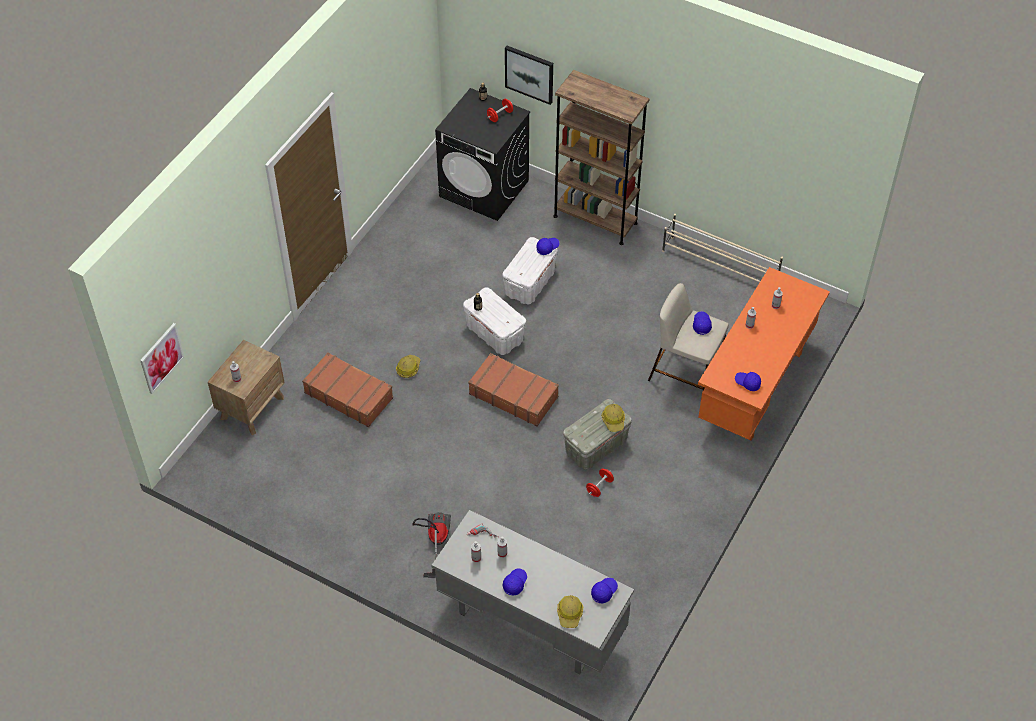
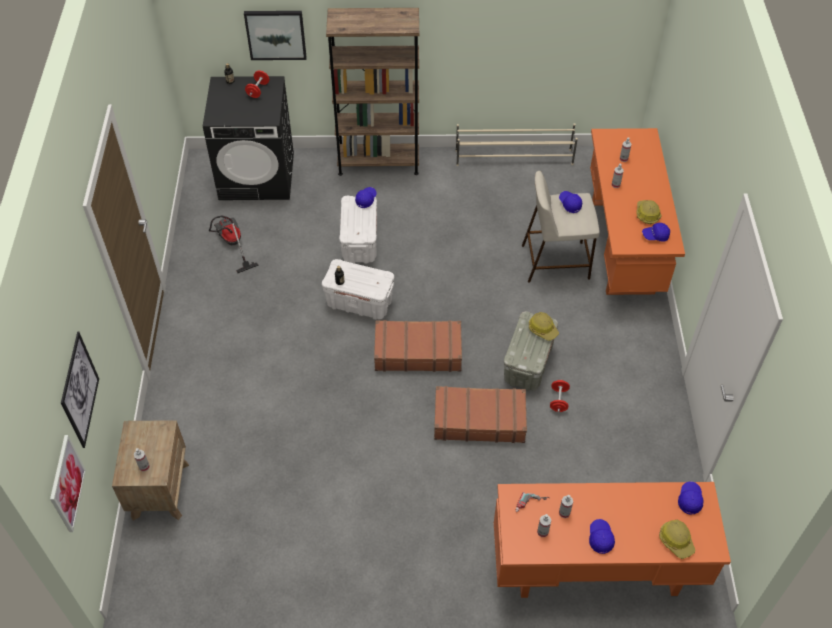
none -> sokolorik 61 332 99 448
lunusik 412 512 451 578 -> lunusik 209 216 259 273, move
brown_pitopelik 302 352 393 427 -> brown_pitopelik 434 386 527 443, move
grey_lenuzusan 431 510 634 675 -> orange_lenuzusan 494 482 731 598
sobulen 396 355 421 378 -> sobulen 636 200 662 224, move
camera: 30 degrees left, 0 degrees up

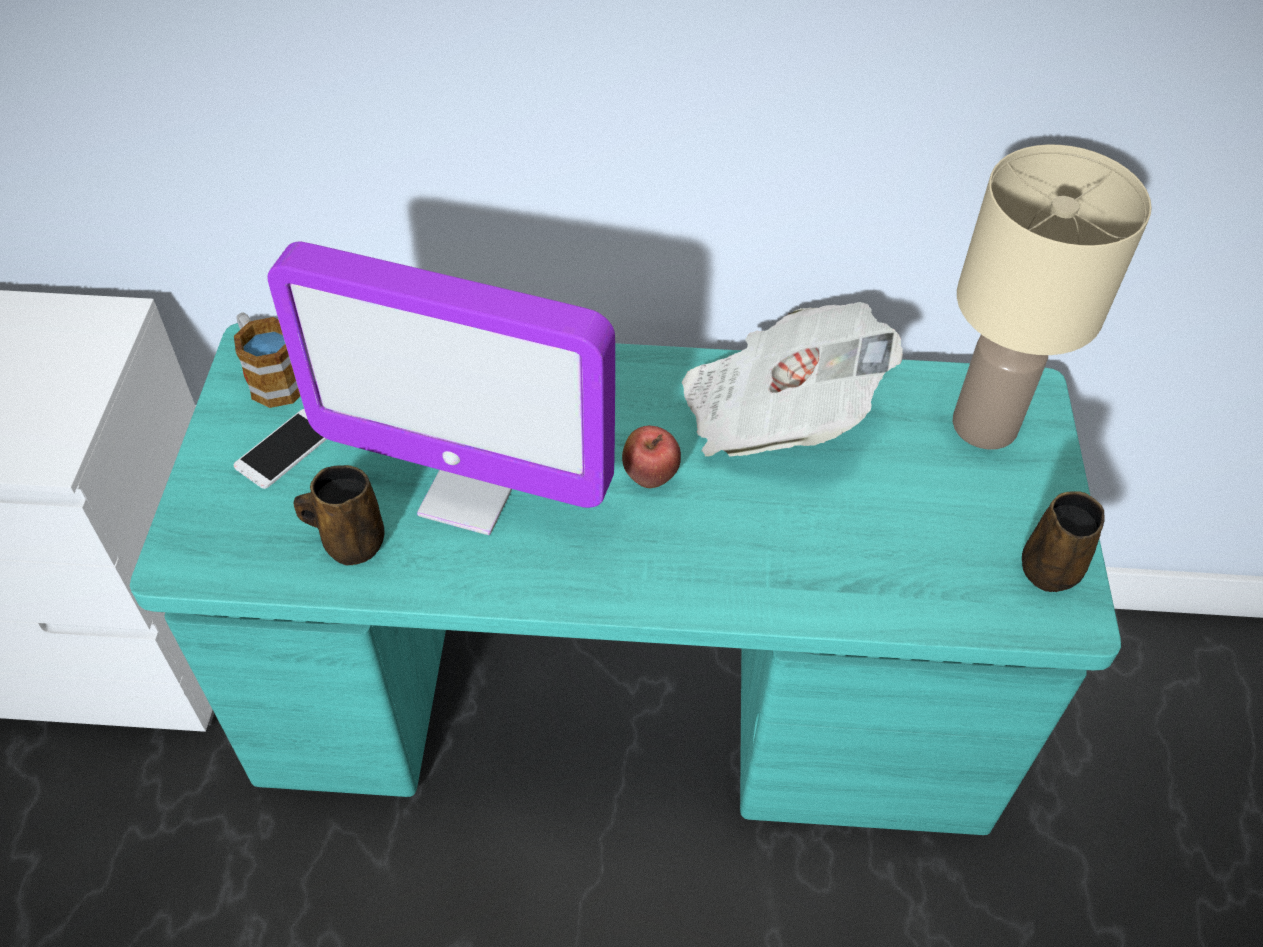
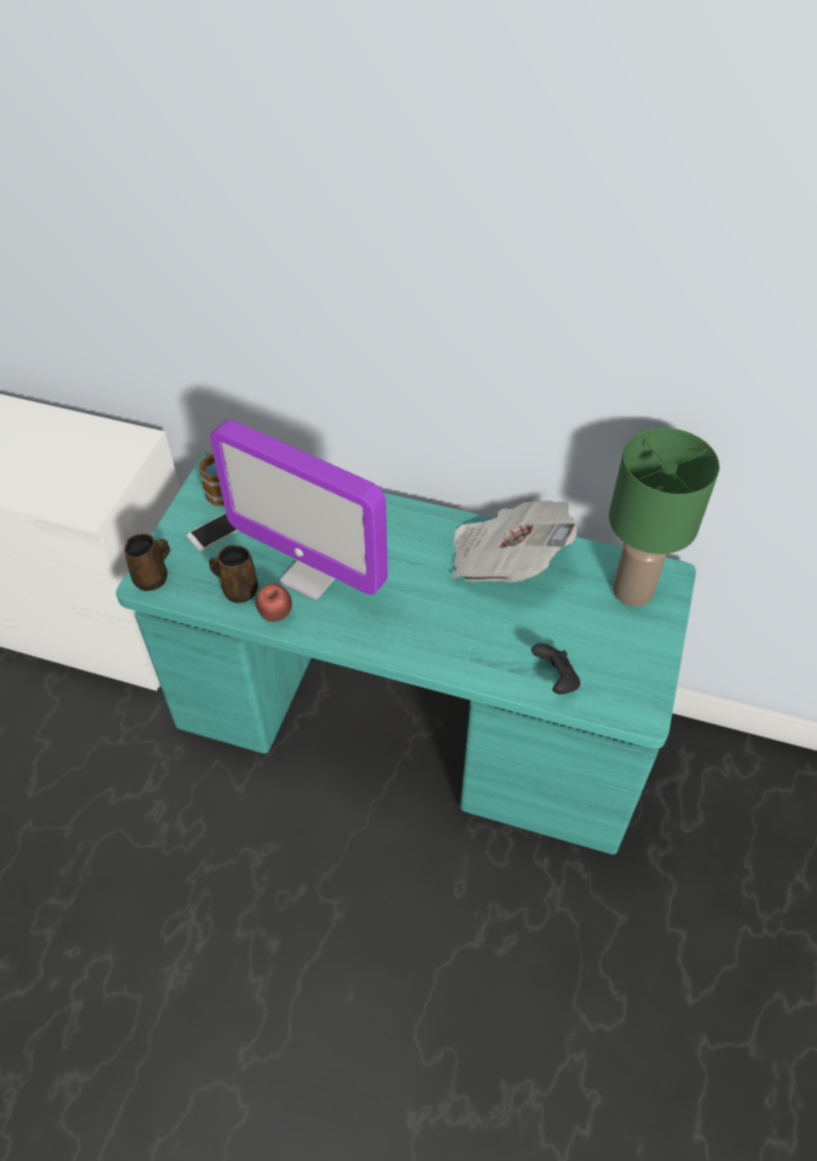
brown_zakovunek 1022 491 1105 592 -> brown_zakovunek 124 533 170 591, move
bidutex 622 426 681 488 -> bidutex 256 584 292 622, move
none -> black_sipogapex 531 643 580 694
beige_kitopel 953 145 1152 450 -> green_kitopel 609 428 720 606
camera: 15 degrees right, 0 degrees up

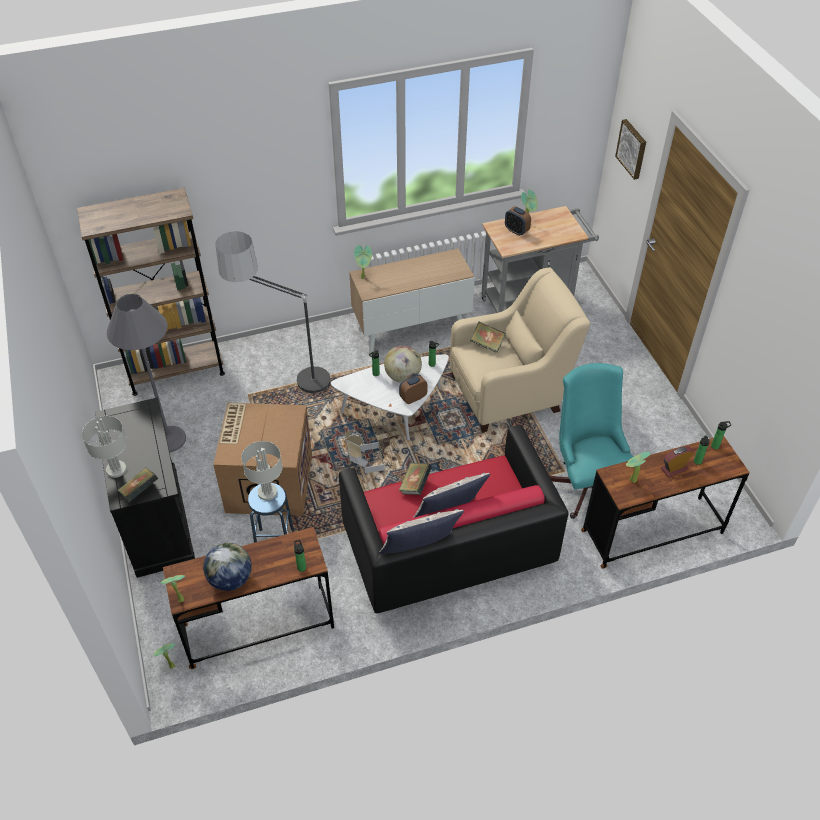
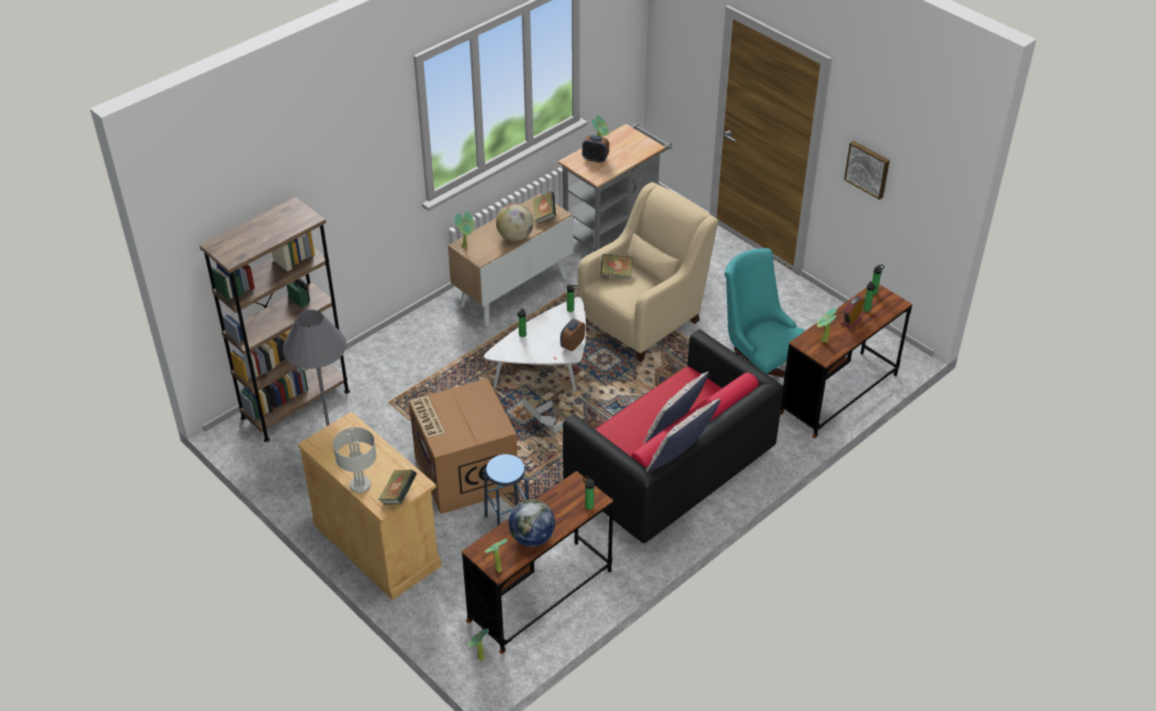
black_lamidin 95 397 195 578 -> beige_lamidin 298 411 442 600
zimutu 384 345 422 383 -> zimutu 496 203 534 241, move
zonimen 399 463 432 495 -> zonimen 533 191 556 224, move
sokolorik 615 119 646 180 -> sokolorik 844 141 890 200, move
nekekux 216 231 331 393 -> none
grey_kitopel 241 441 282 500 -> none
camera: 25 degrees left, 5 degrees down

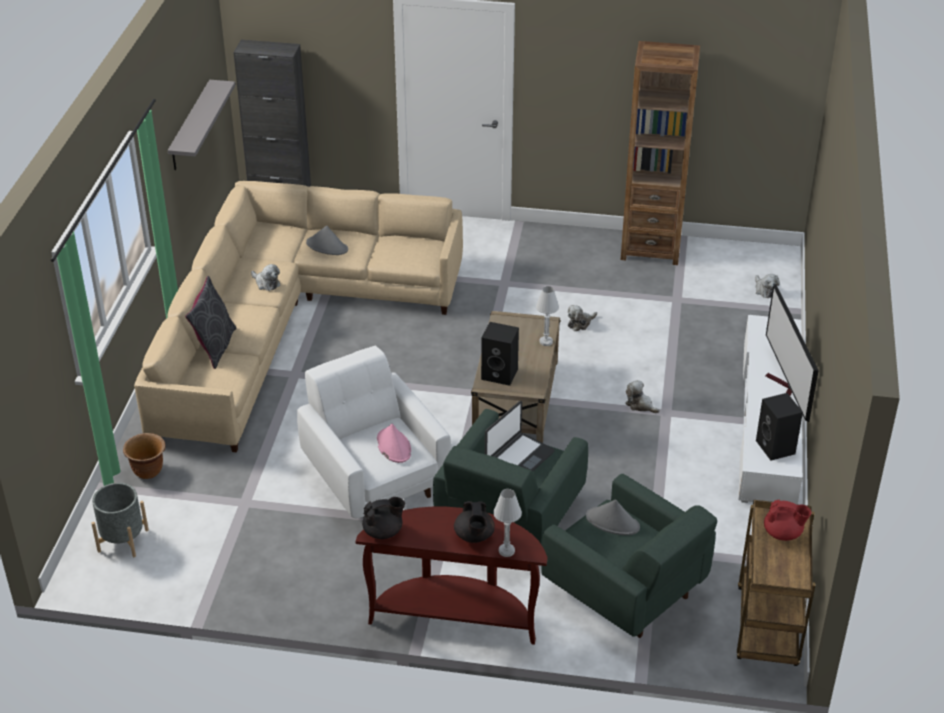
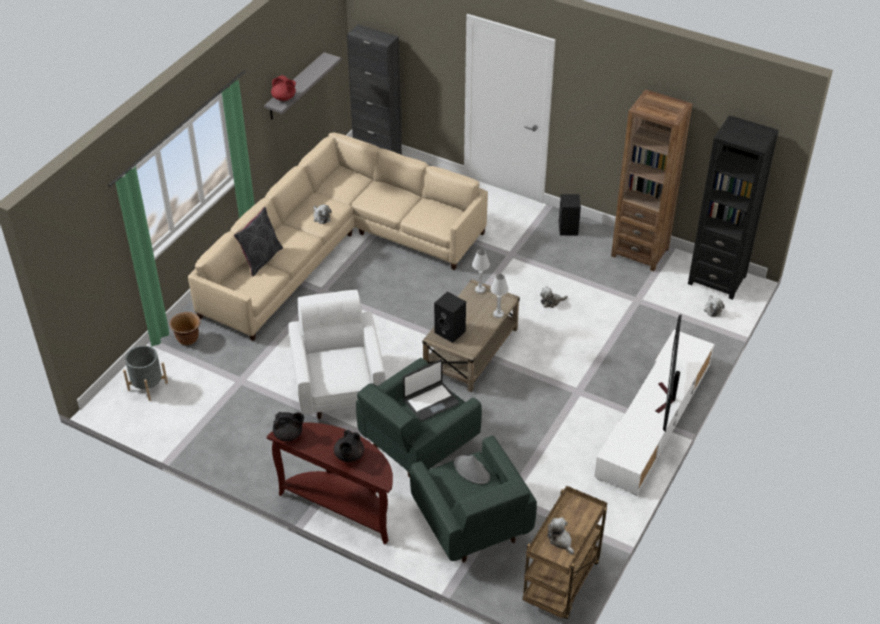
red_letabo 764 500 811 541 -> red_letabo 271 75 296 101, move
white_kitopel 493 489 522 557 -> white_kitopel 472 249 490 293, move
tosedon 625 380 660 413 -> tosedon 548 517 574 555, move
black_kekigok 756 393 803 460 -> black_kekigok 559 194 581 236, move
none -> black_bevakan 688 115 779 300
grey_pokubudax 306 225 348 255 -> none
pink_pokubudax 377 424 411 463 -> none
camera: 20 degrees right, 5 degrees up

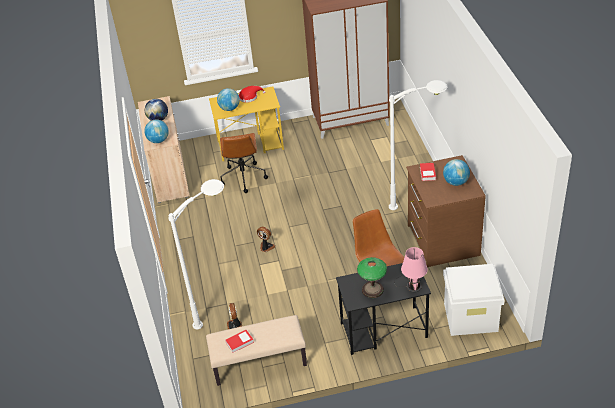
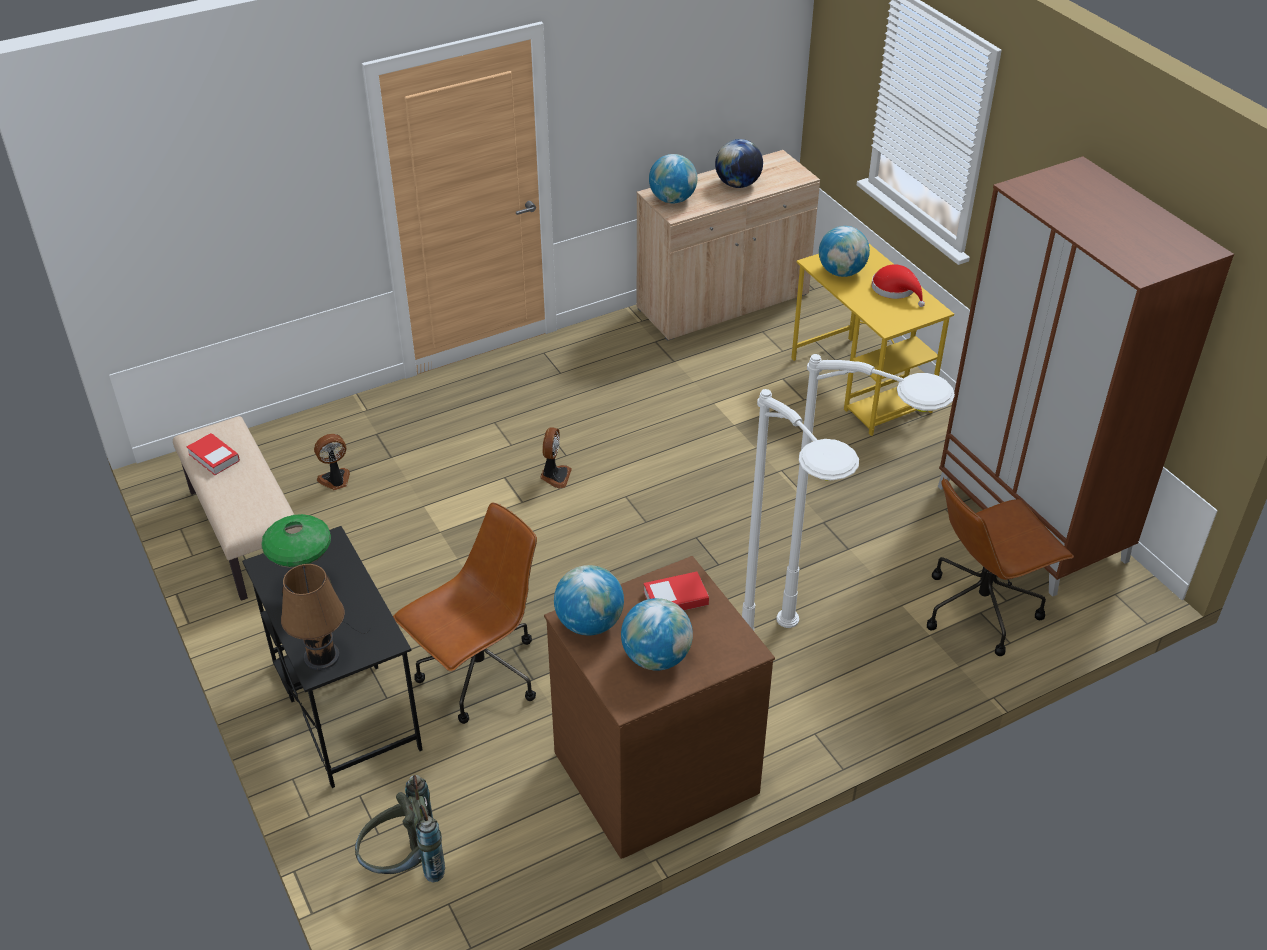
pink_kitopel 394 247 428 292 -> brown_kitopel 281 564 370 670
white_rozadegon 443 264 505 336 -> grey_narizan 355 775 445 883
none -> zimutu 554 565 624 636
white_nekekux 168 179 224 329 -> white_nekekux 776 354 955 628, move
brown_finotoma 220 133 268 193 -> brown_finotoma 927 477 1074 656, move
camera: 70 degrees right, 0 degrees up

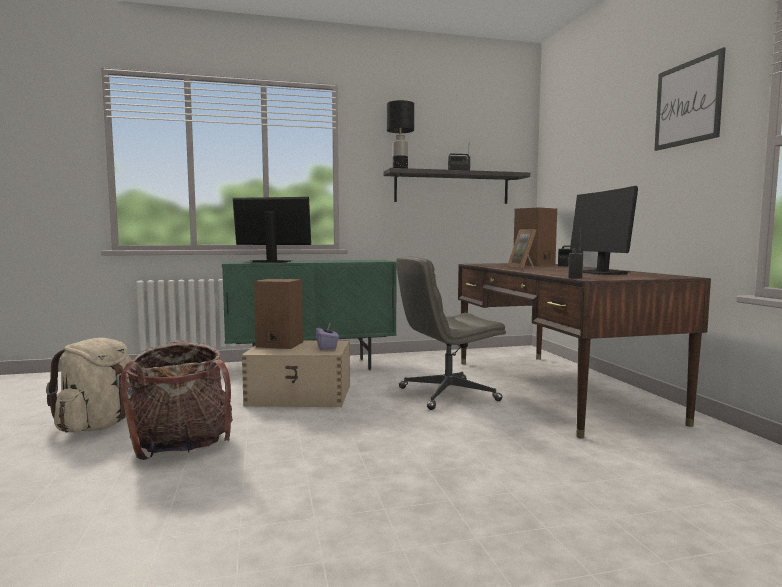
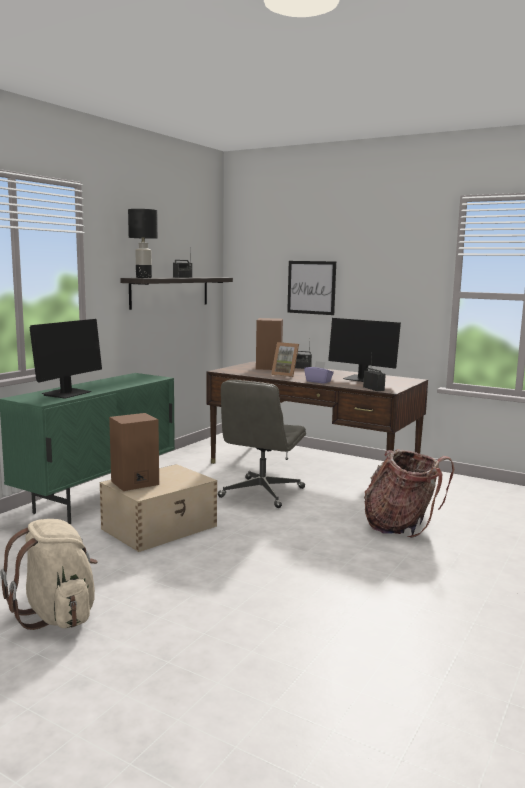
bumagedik 233 197 311 263 -> bumagedik 30 319 102 399, 150 degrees clockwise
sokolorik 654 47 726 151 -> sokolorik 287 261 336 315, move
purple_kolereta 316 323 339 350 -> purple_kolereta 304 361 334 384, move
narizan 120 340 233 460 -> narizan 364 449 454 538, move
camera: 45 degrees left, 5 degrees up

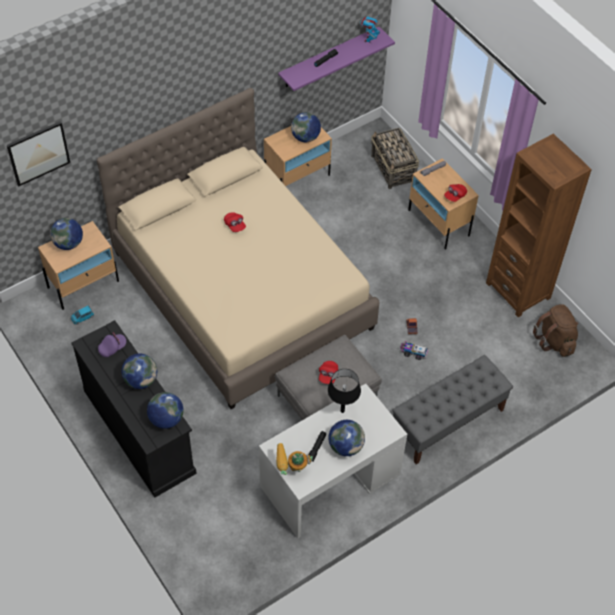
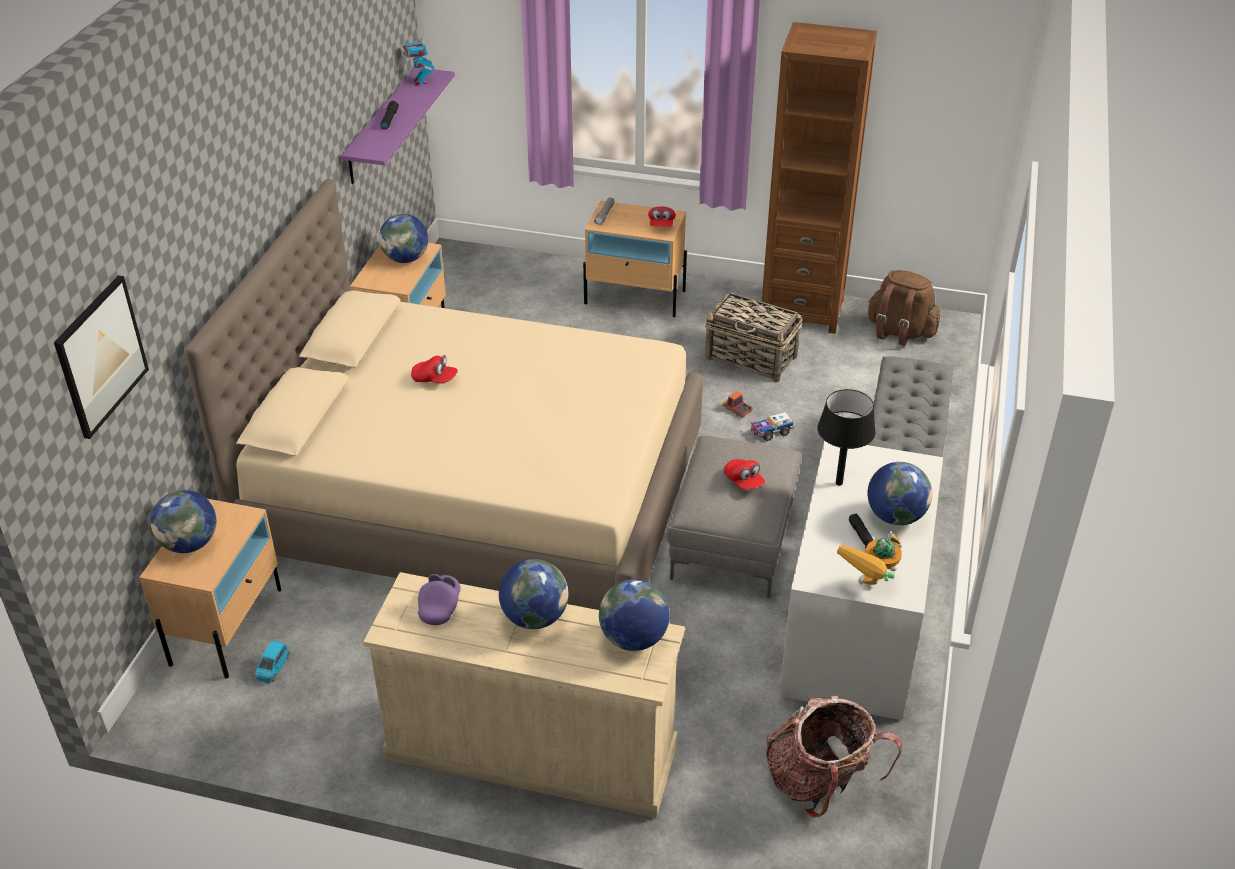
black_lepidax 71 320 197 498 -> beige_lepidax 363 572 685 818
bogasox 371 128 419 189 -> bogasox 705 292 803 382, move
none -> narizan 766 696 902 818
camera: 40 degrees left, 15 degrees down

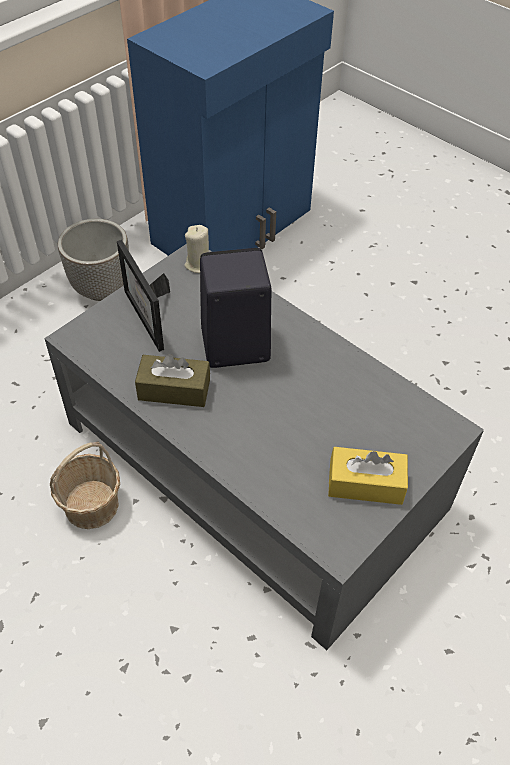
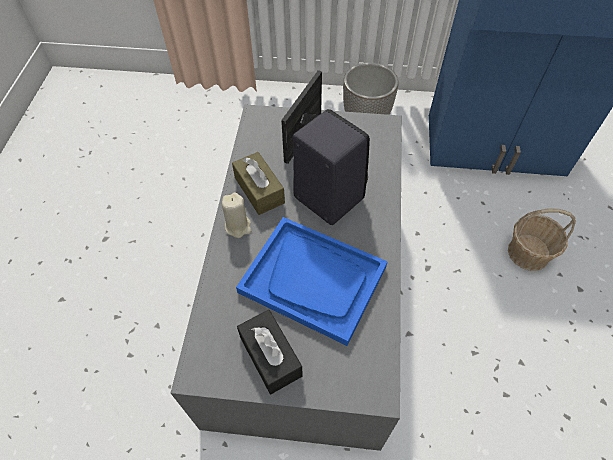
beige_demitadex 184 225 209 273 -> beige_demitadex 221 193 252 238, move
none -> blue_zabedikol 236 217 388 346
yellow_kolereta 328 447 408 505 -> black_kolereta 237 310 303 394
bogasox 50 442 120 529 -> bogasox 508 208 576 271, move
camera: 55 degrees right, 5 degrees up

